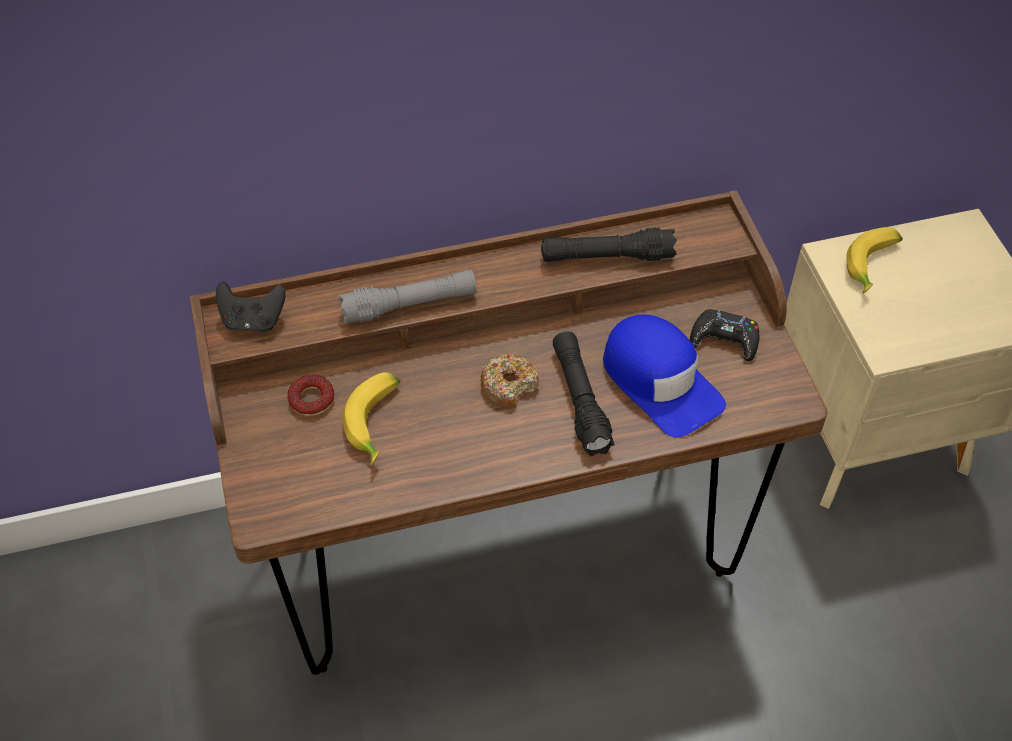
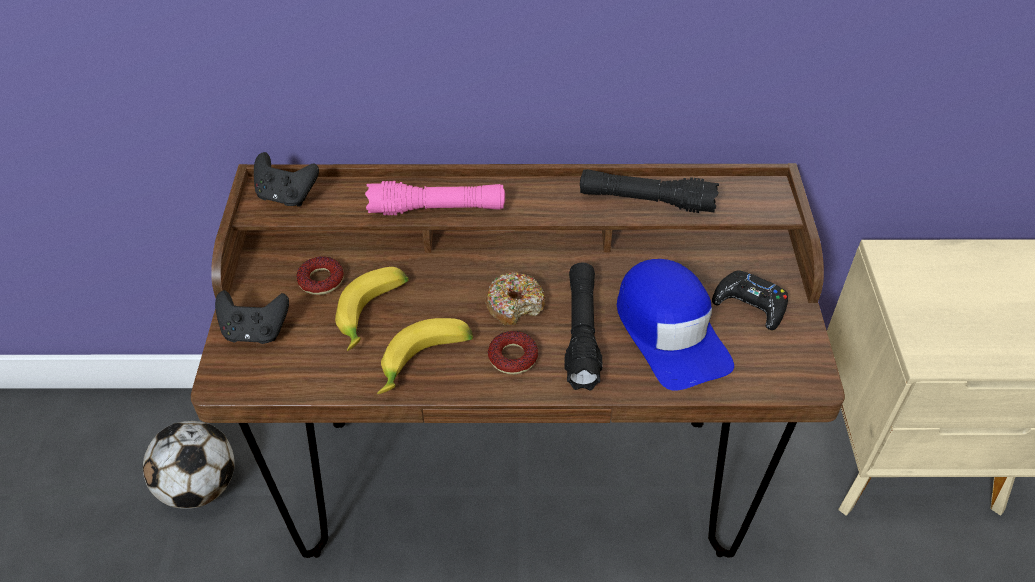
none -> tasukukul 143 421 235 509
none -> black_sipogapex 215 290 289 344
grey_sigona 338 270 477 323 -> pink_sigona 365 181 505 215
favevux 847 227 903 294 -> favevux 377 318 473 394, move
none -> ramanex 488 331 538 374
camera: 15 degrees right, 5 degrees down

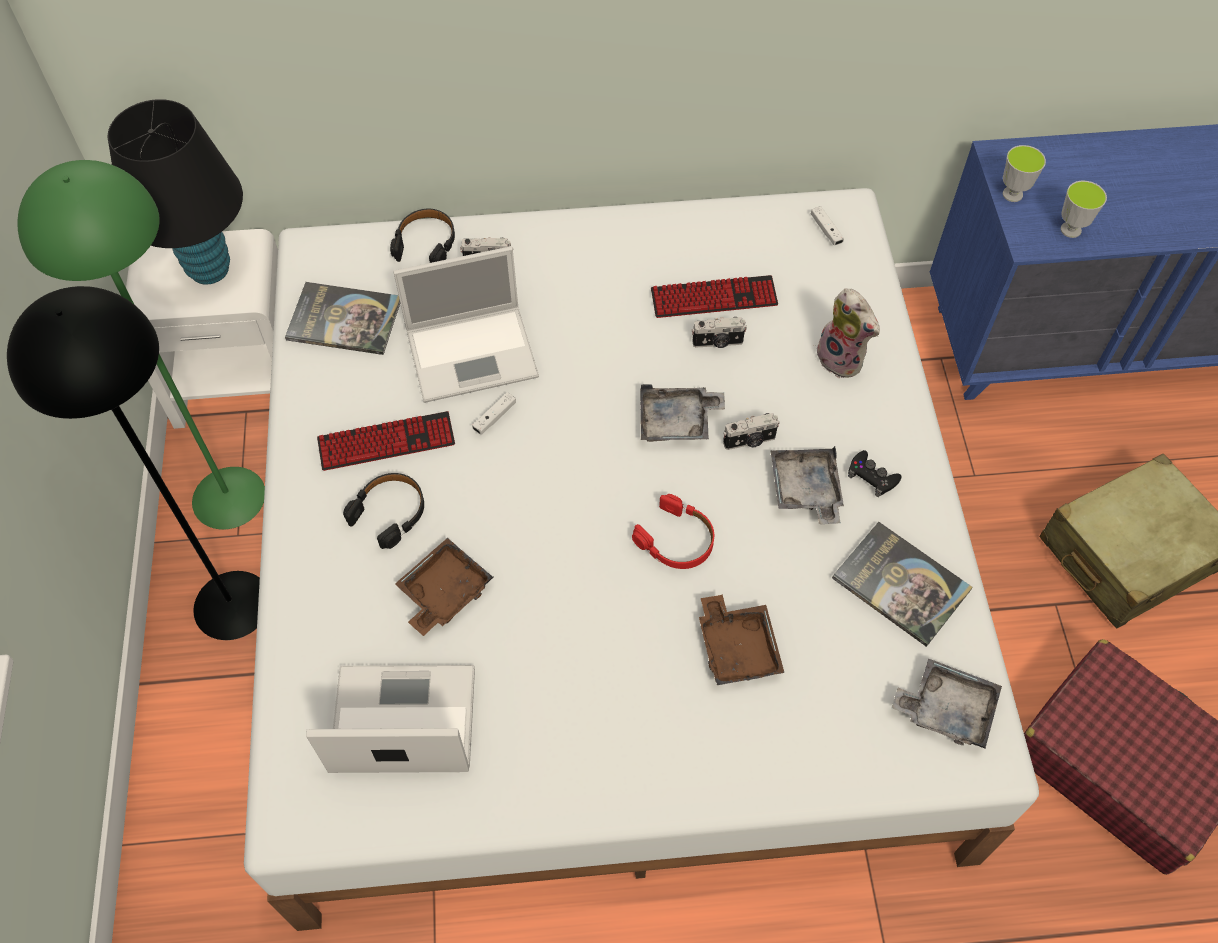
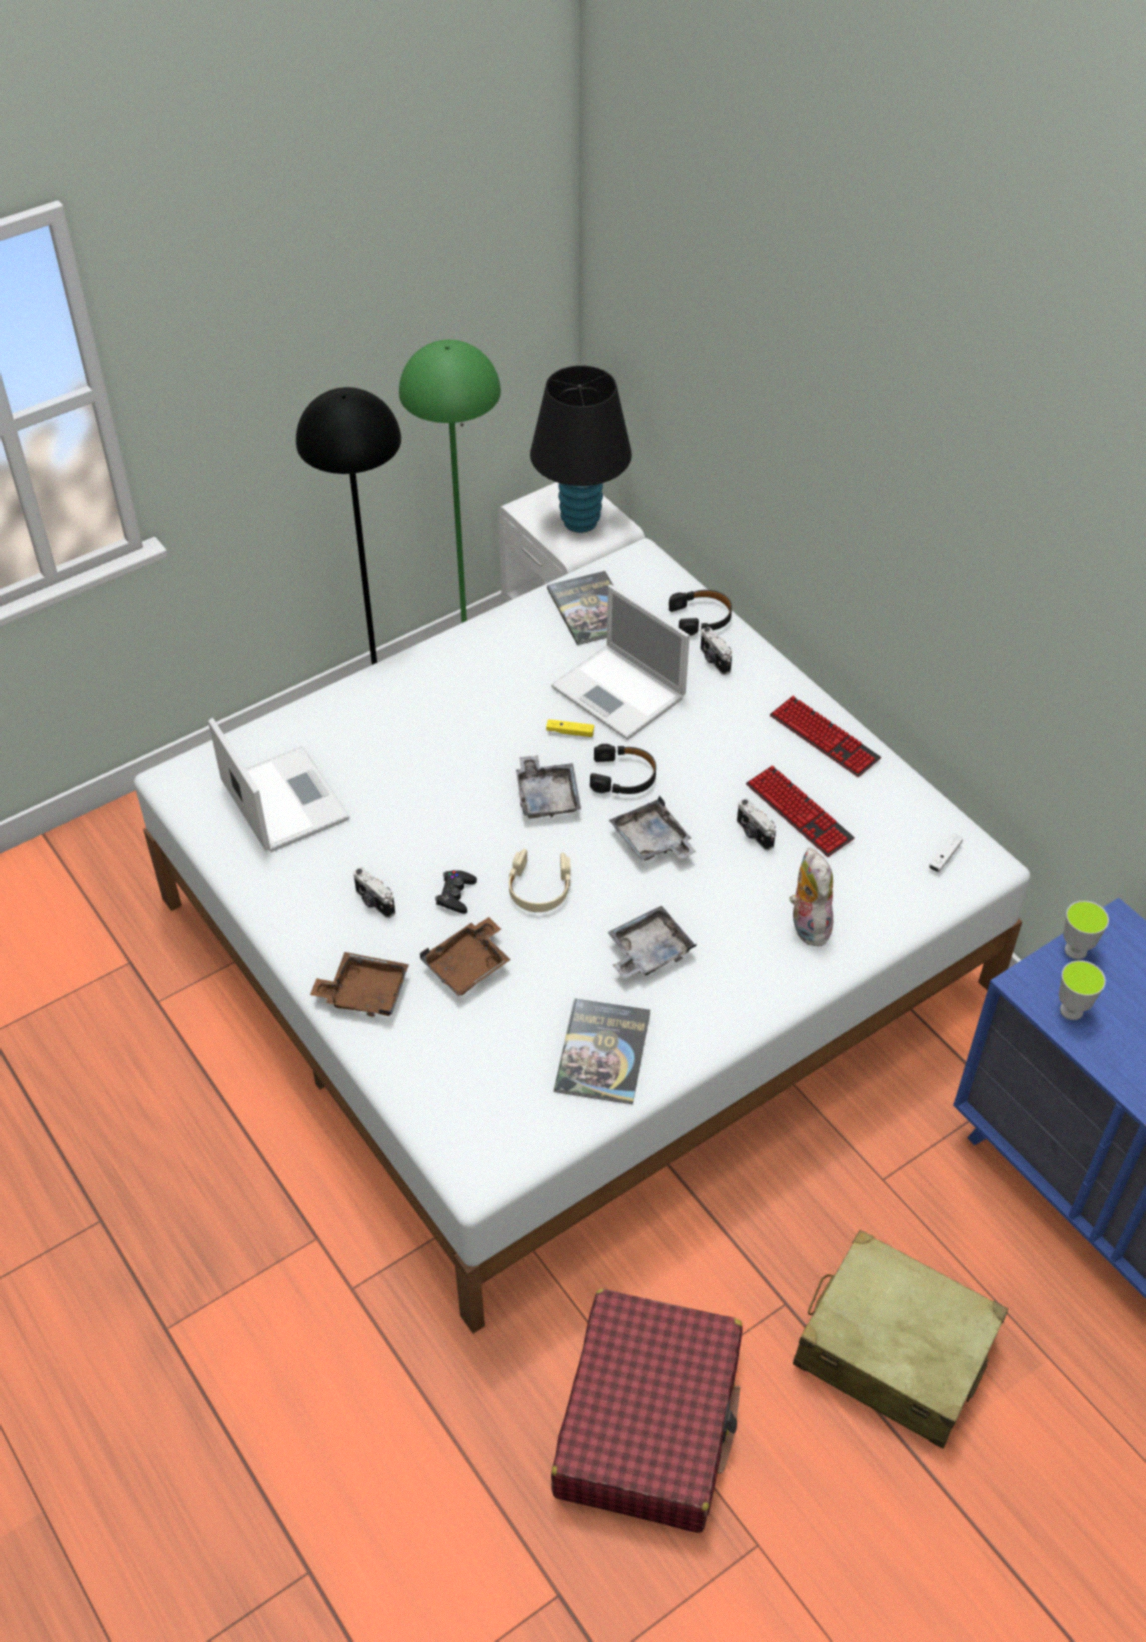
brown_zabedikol 395 538 494 636 -> brown_zabedikol 310 952 409 1017, move
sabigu 723 413 780 450 -> sabigu 353 867 395 918, move
black_sipogapex 848 450 902 497 -> black_sipogapex 435 870 477 914, move
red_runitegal 632 494 714 569 -> beige_runitegal 508 849 570 912
grey_zabedikol 892 659 1002 749 -> grey_zabedikol 516 755 581 819, move
white_sipogapex 472 392 516 435 -> yellow_sipogapex 546 719 594 737
black_runitegal 343 473 424 549 -> black_runitegal 590 744 656 794, move
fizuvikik 317 411 455 471 -> fizuvikik 770 696 881 777, move
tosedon 817 288 880 378 -> tosedon 789 848 833 946, 150 degrees clockwise
camera: 60 degrees right, 10 degrees down

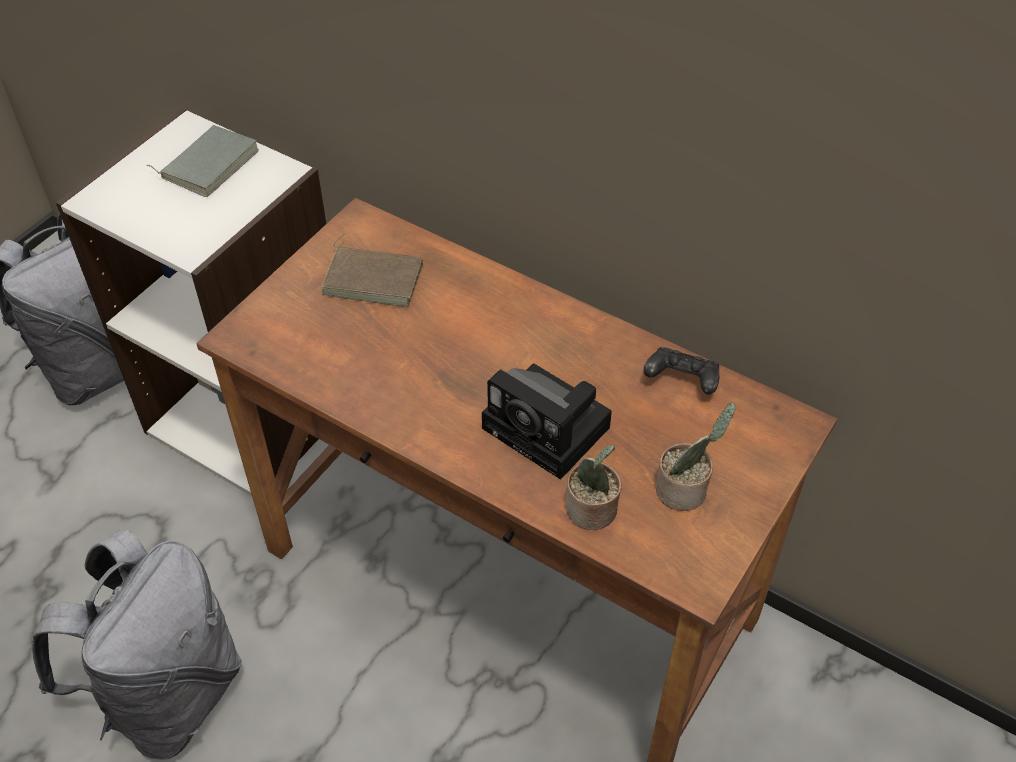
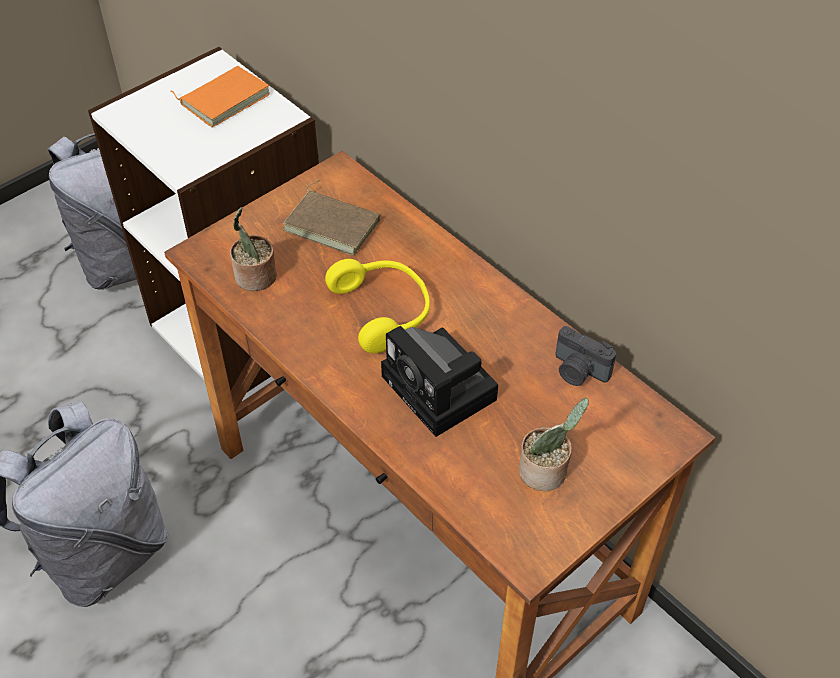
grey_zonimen 146 125 259 197 -> orange_zonimen 171 66 270 127
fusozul 566 444 622 530 -> fusozul 230 207 277 291, move
none -> yellow_runitegal 325 259 430 353
black_sipogapex 643 347 719 394 -> sabigu 555 326 616 386
camera: 15 degrees right, 0 degrees up

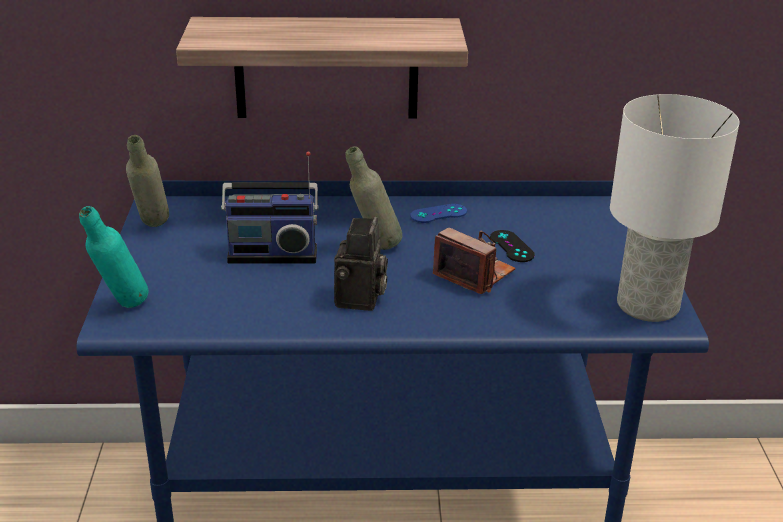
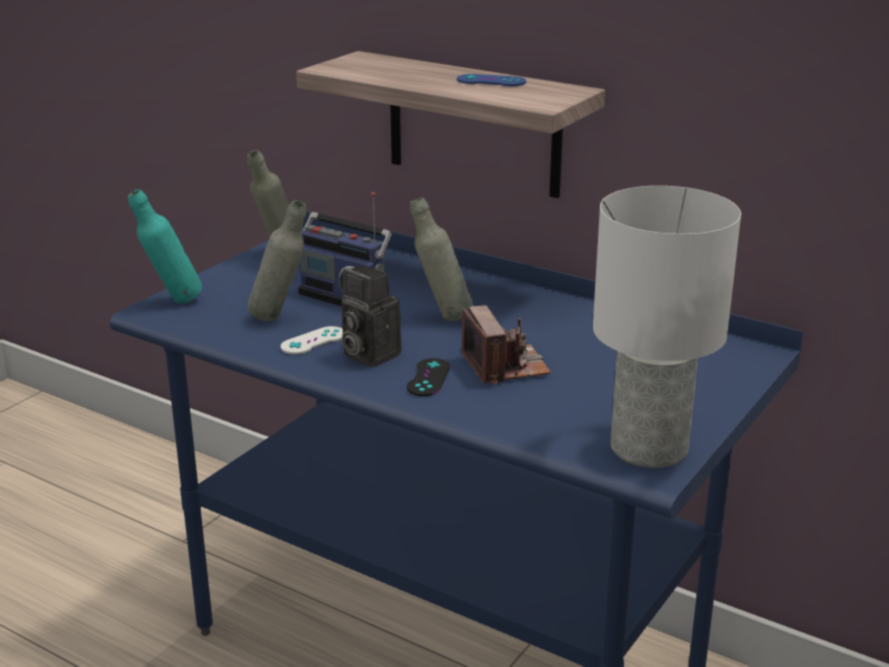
none -> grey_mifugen 248 200 306 322
none -> white_sipogapex 280 326 343 354
sabigu 334 217 388 311 -> sabigu 342 265 402 367, 90 degrees clockwise
black_sipogapex 490 230 535 262 -> black_sipogapex 407 358 450 396, move
blue_sipogapex 410 204 467 223 -> blue_sipogapex 457 74 526 86, move
camera: 35 degrees right, 5 degrees down

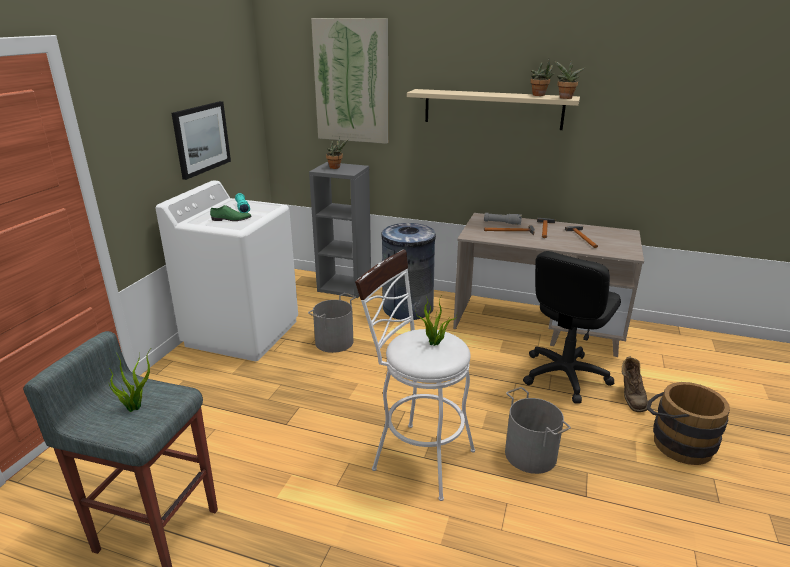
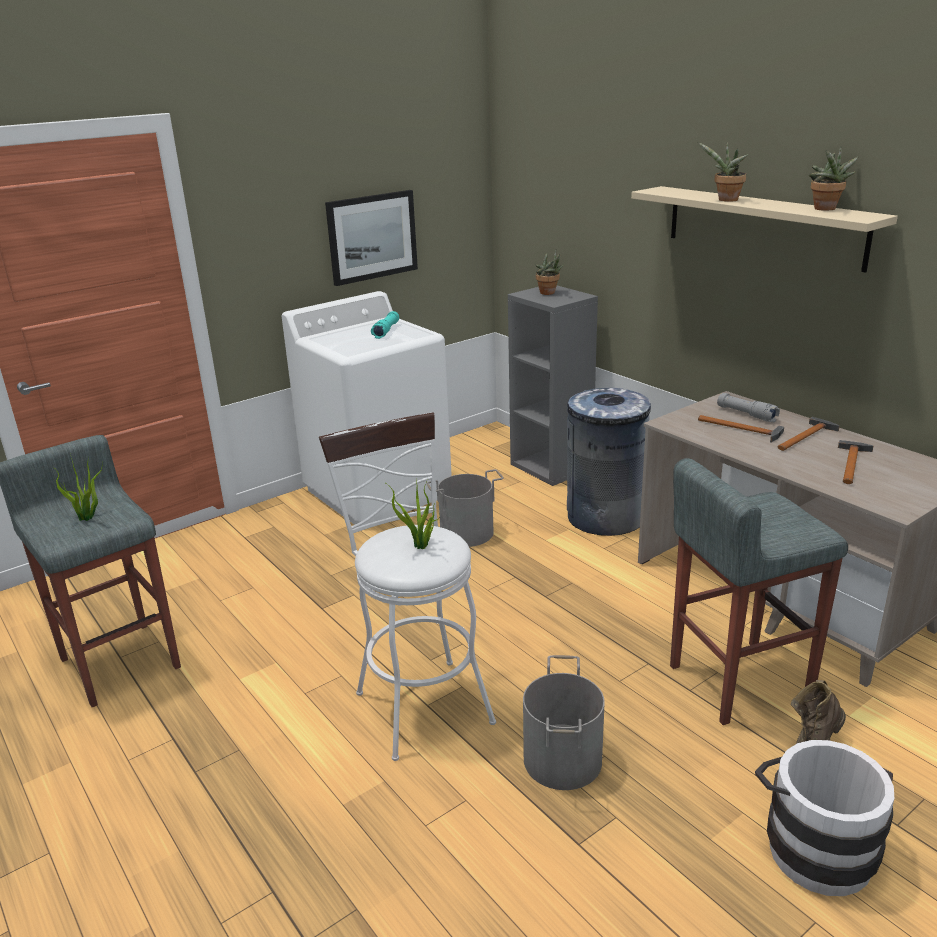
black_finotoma 523 251 621 404 -> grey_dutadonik 670 458 848 725
fusozul 554 61 585 99 -> fusozul 697 142 749 202, move
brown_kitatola 647 382 730 465 -> white_kitatola 755 740 894 896
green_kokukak 210 205 251 221 -> none
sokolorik 311 18 388 144 -> none
camera: 35 degrees right, 0 degrees up

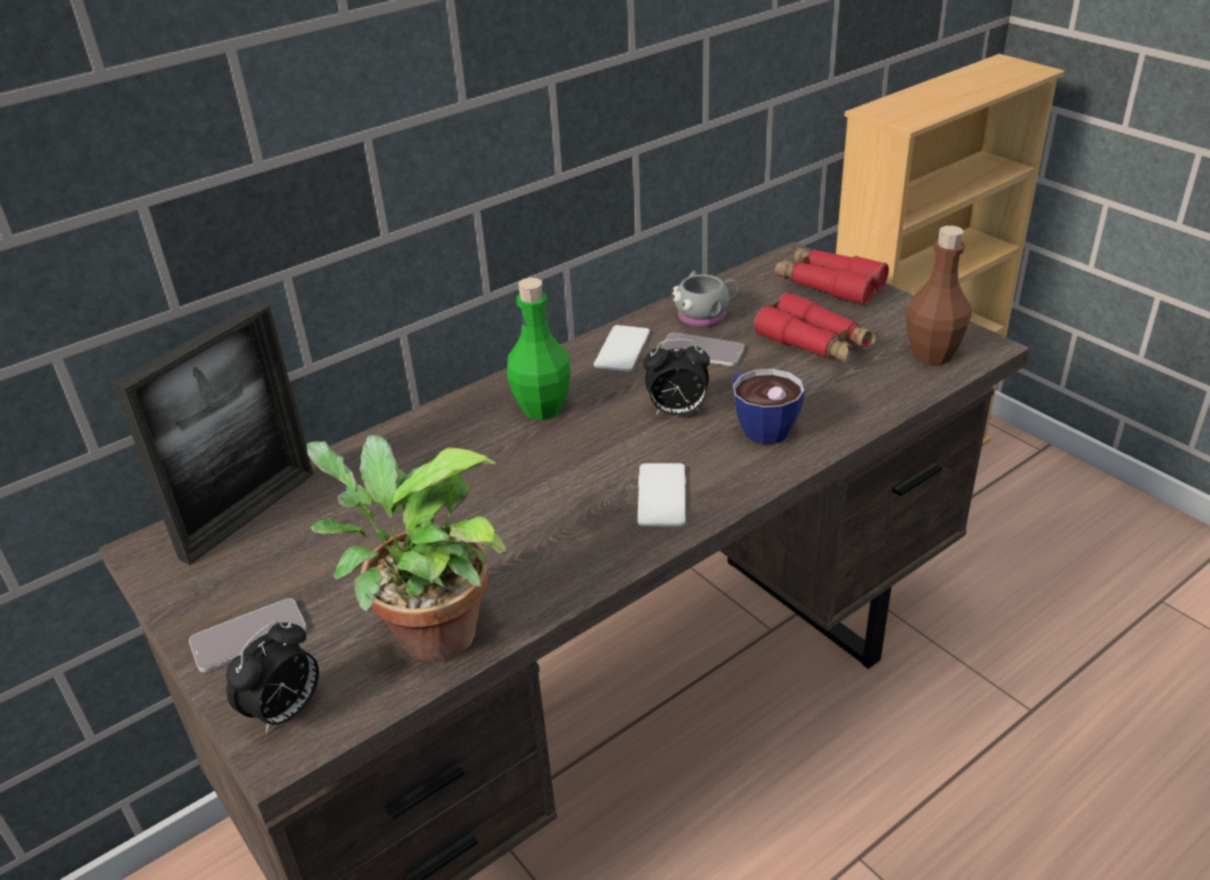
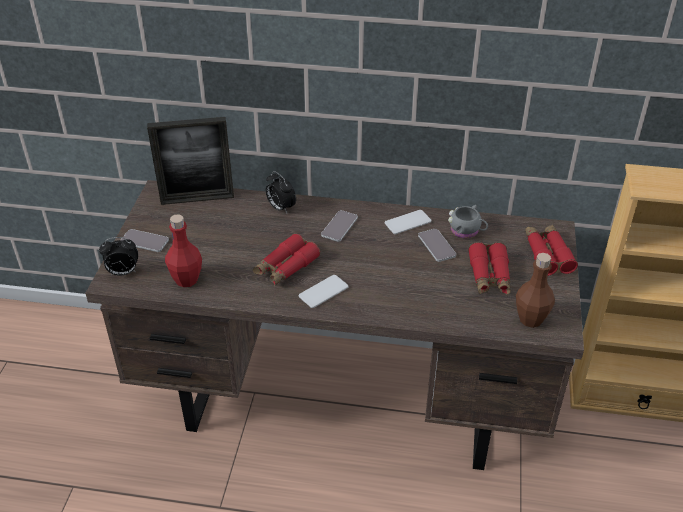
fusozul 307 435 506 662 -> red_mifugen 165 215 202 287
none -> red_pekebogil 253 233 320 286
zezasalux 643 339 710 415 -> zezasalux 266 171 296 213, move
green_mifugen 507 278 570 420 -> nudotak 321 210 358 242
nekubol 732 369 805 444 -> none
camera: 45 degrees right, 5 degrees up

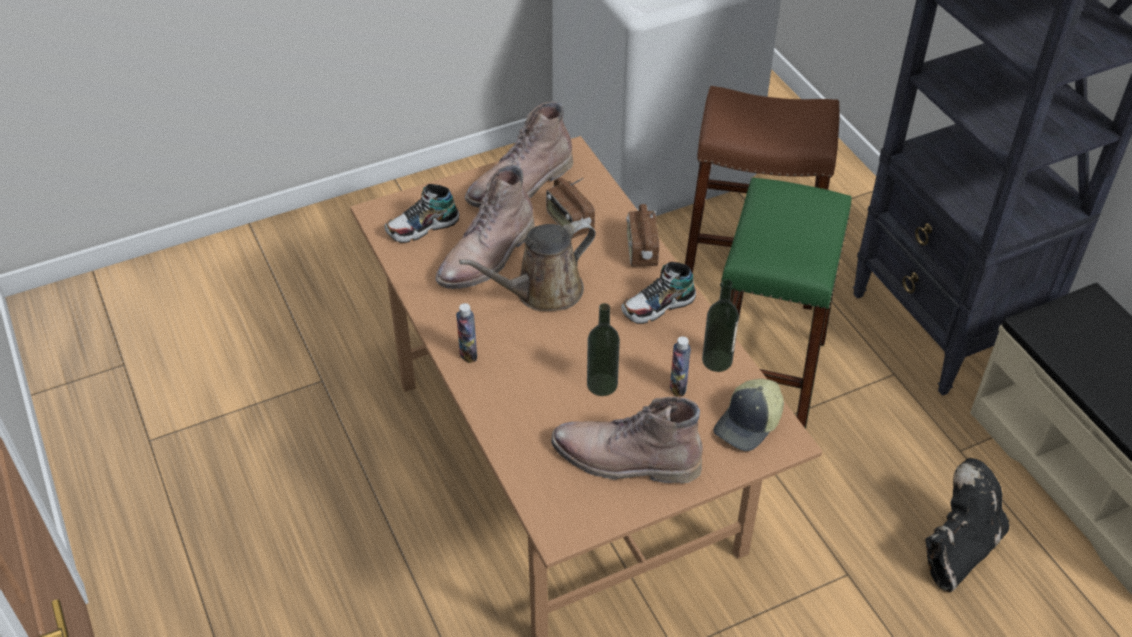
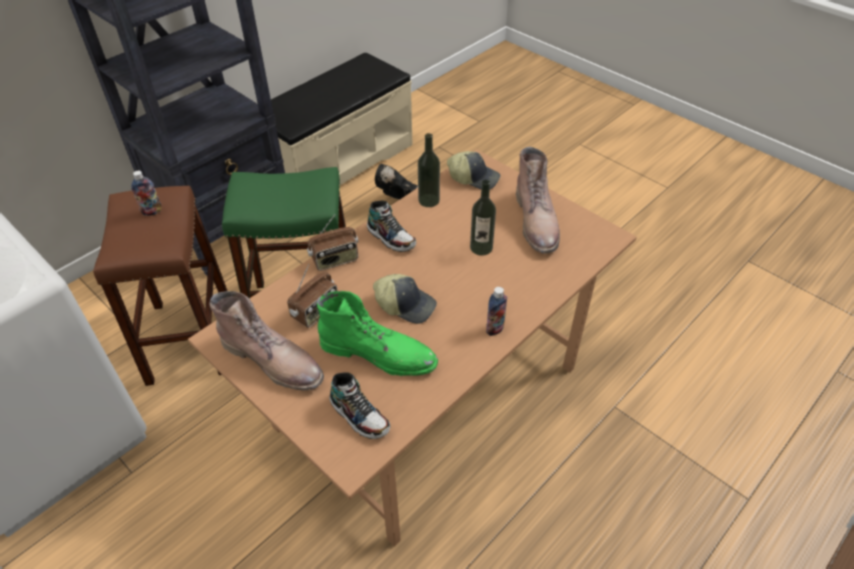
mifugen 670 336 691 396 -> mifugen 131 171 162 216, move
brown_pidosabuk 436 165 535 289 -> green_pidosabuk 317 291 438 376
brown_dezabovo 459 220 596 311 -> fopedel 373 274 437 324
camera: 110 degrees left, 0 degrees up

